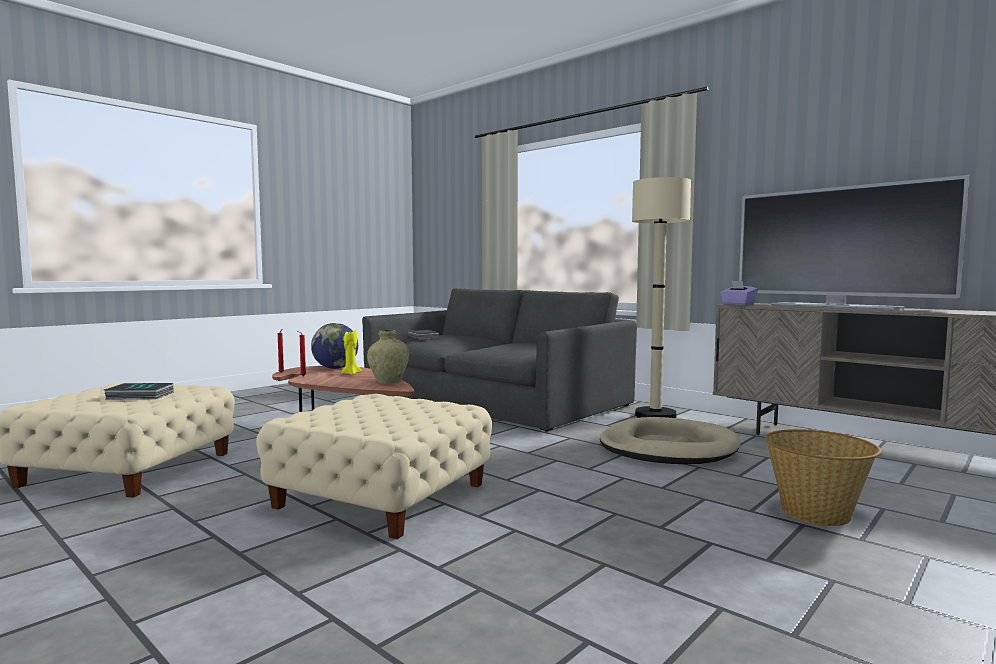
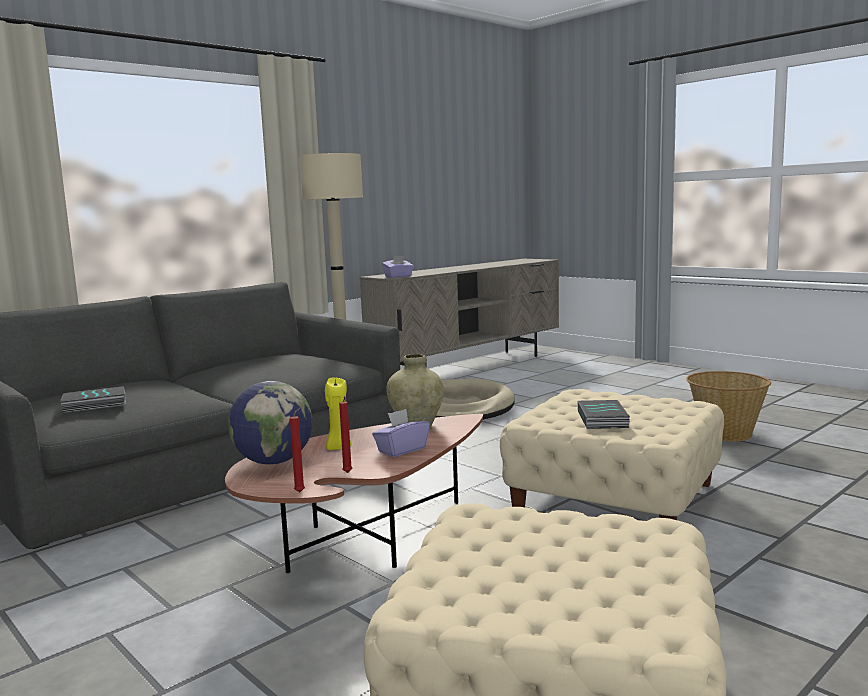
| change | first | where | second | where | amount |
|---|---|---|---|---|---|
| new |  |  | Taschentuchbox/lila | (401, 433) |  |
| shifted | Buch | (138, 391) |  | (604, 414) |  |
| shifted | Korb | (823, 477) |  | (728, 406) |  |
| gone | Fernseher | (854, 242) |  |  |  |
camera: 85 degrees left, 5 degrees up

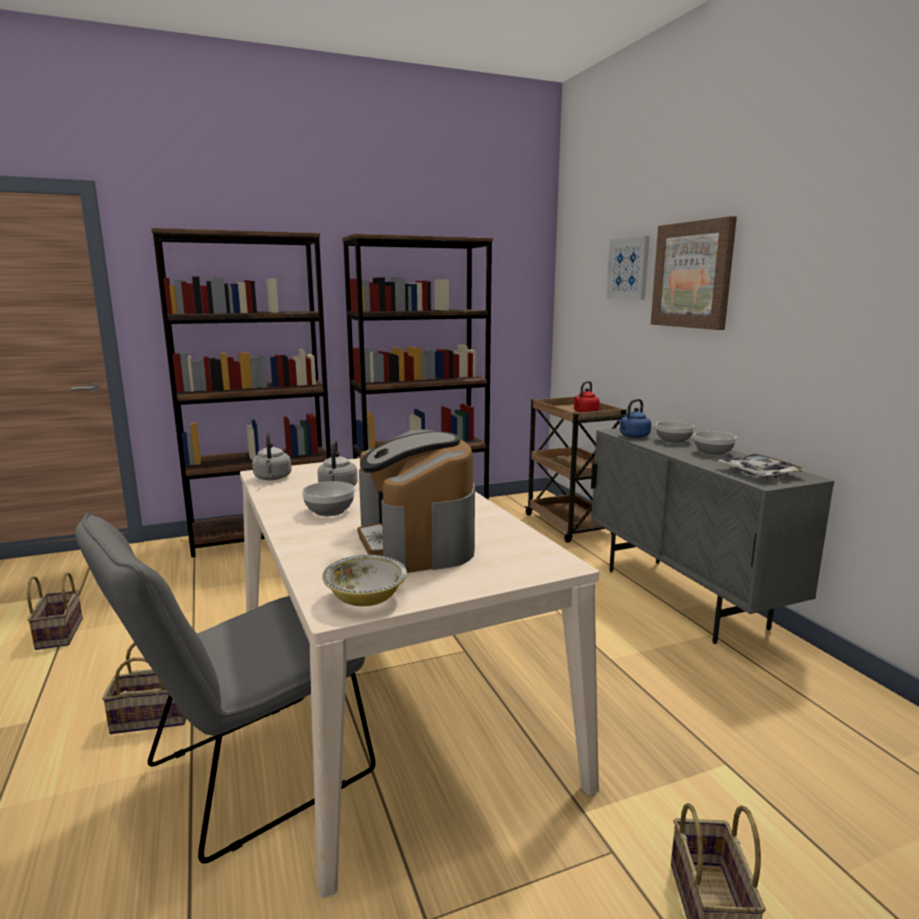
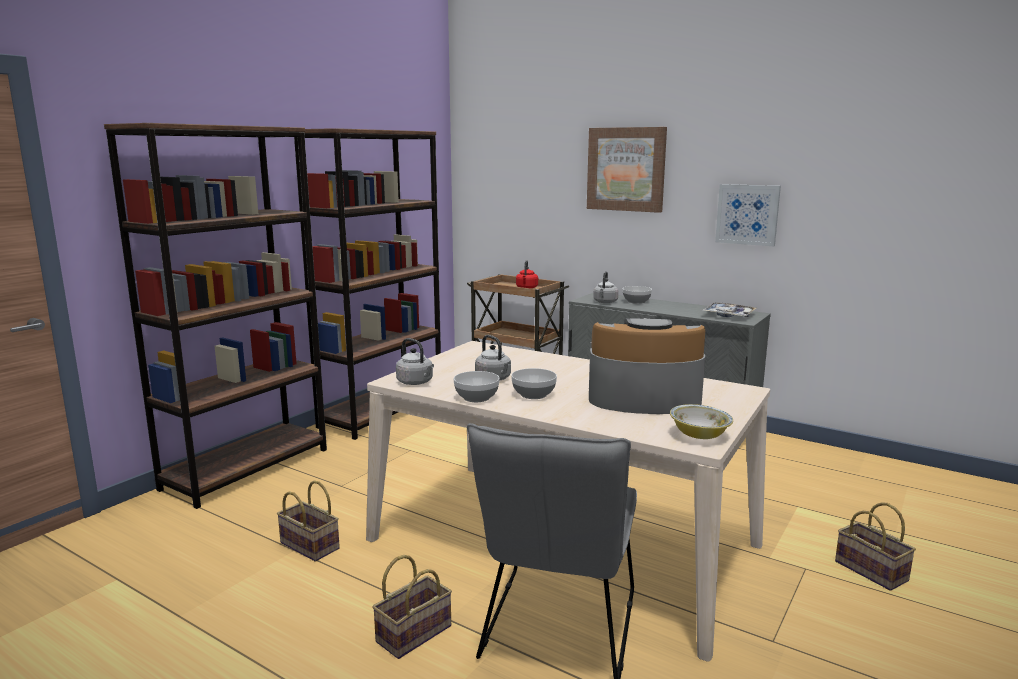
| change | first | where | second | where | amount |
|---|---|---|---|---|---|
| shifted | Korb | (55, 611) |  | (308, 521) |  |
| shifted | Schüssel | (715, 443) |  | (476, 386) |  |
| rotated | Kaffeemaschine | (416, 501) |  | (647, 366) | 150 degrees clockwise |
| repainted | Wasserkessel/blau | (634, 418) | Wasserkessel/grau | (605, 287) |  |
| shifted | Bild | (628, 268) |  | (748, 215) |  |
camera: 35 degrees left, 0 degrees up

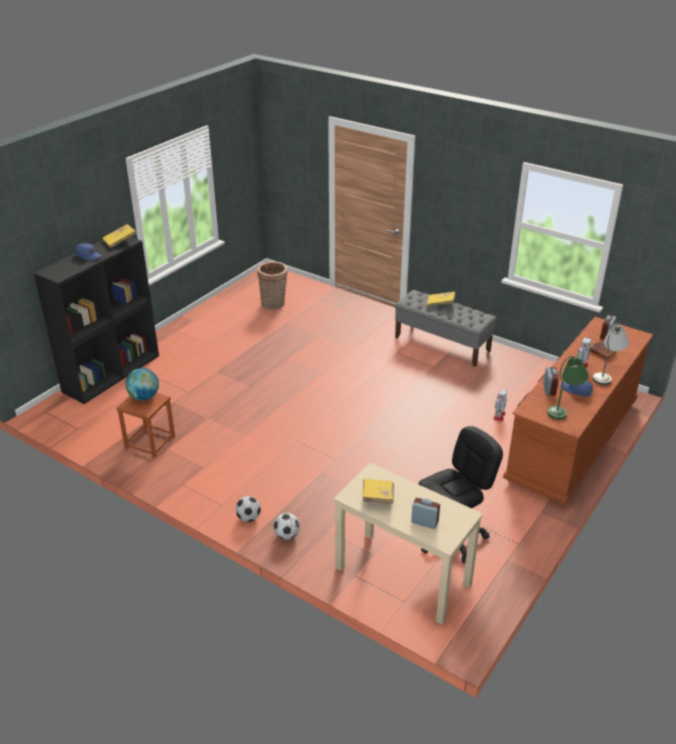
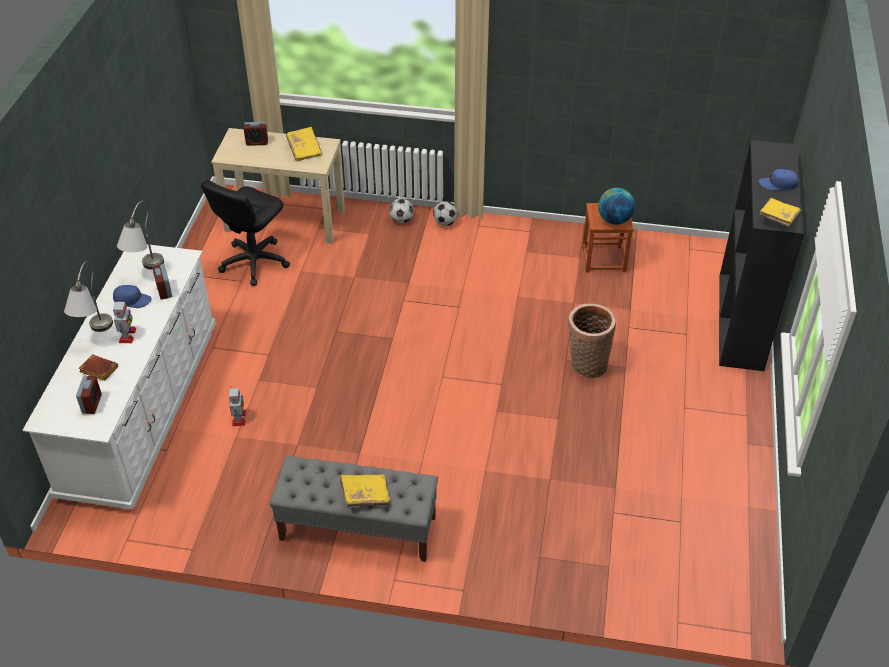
| change | first | where | second | where | amount |
|---|---|---|---|---|---|
| repainted | Kommode/braun | (578, 411) | Kommode/weiß | (119, 376) |  |
| repainted | Tischlampe/grün | (568, 388) | Tischlampe/grau | (140, 235) |  |
| shifted | Korb | (272, 285) |  | (592, 340) |  |
camera: 155 degrees right, 10 degrees up

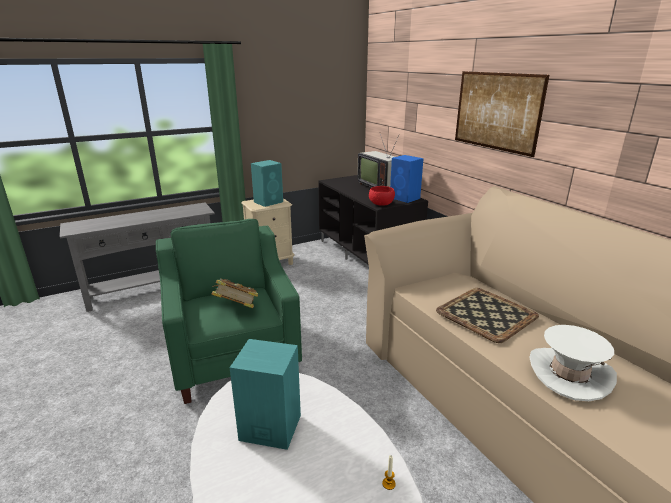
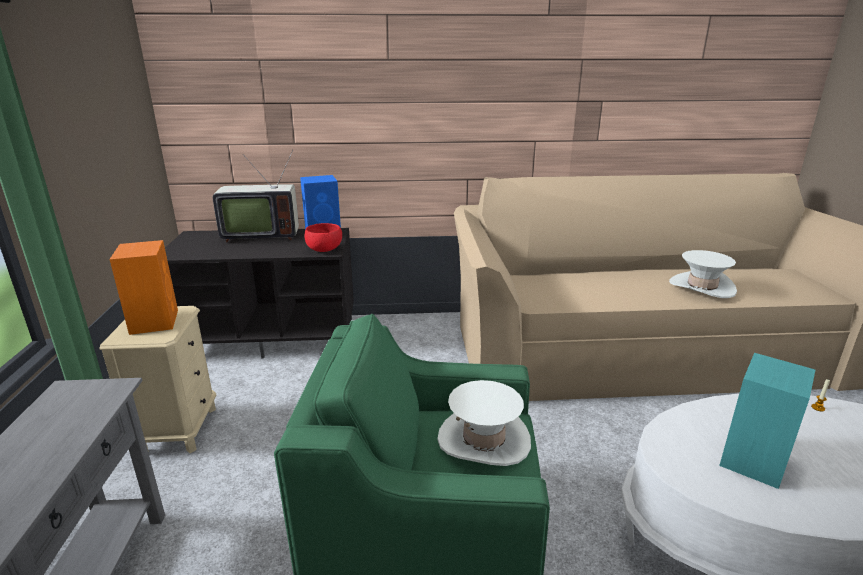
| change | first | where | second | where | amount |
|---|---|---|---|---|---|
| repainted | Lautsprecher/türkis | (267, 183) | Lautsprecher/orange | (144, 287) |  |
| swapped | Buch | (235, 293) | Hut/weiß | (484, 423) |  |
| gone | Tablett | (487, 315) |  |  |  |
| gone | Bild | (502, 114) |  |  |  |
camera: 65 degrees left, 0 degrees up

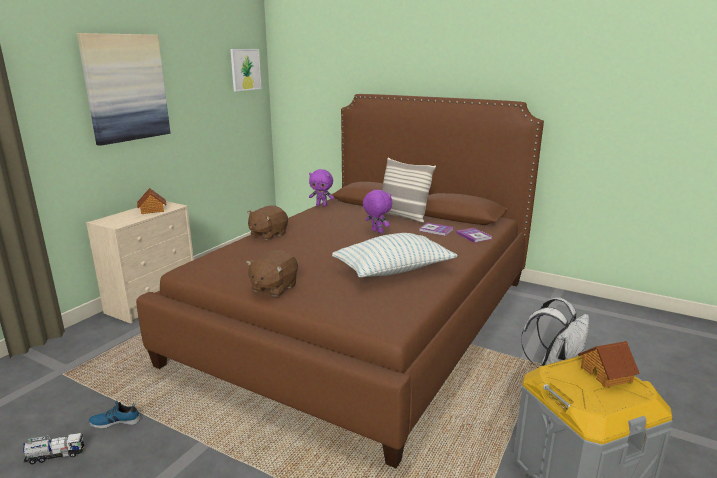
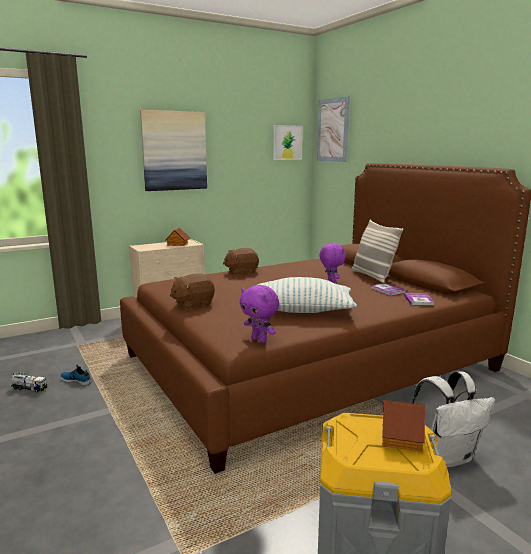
| change | first | where | second | where | amount |
|---|---|---|---|---|---|
| shifted | Plüschtier/lila | (321, 188) |  | (259, 314) |  |
| new |  |  | Bild | (333, 129) |  |
camera: 30 degrees right, 5 degrees down

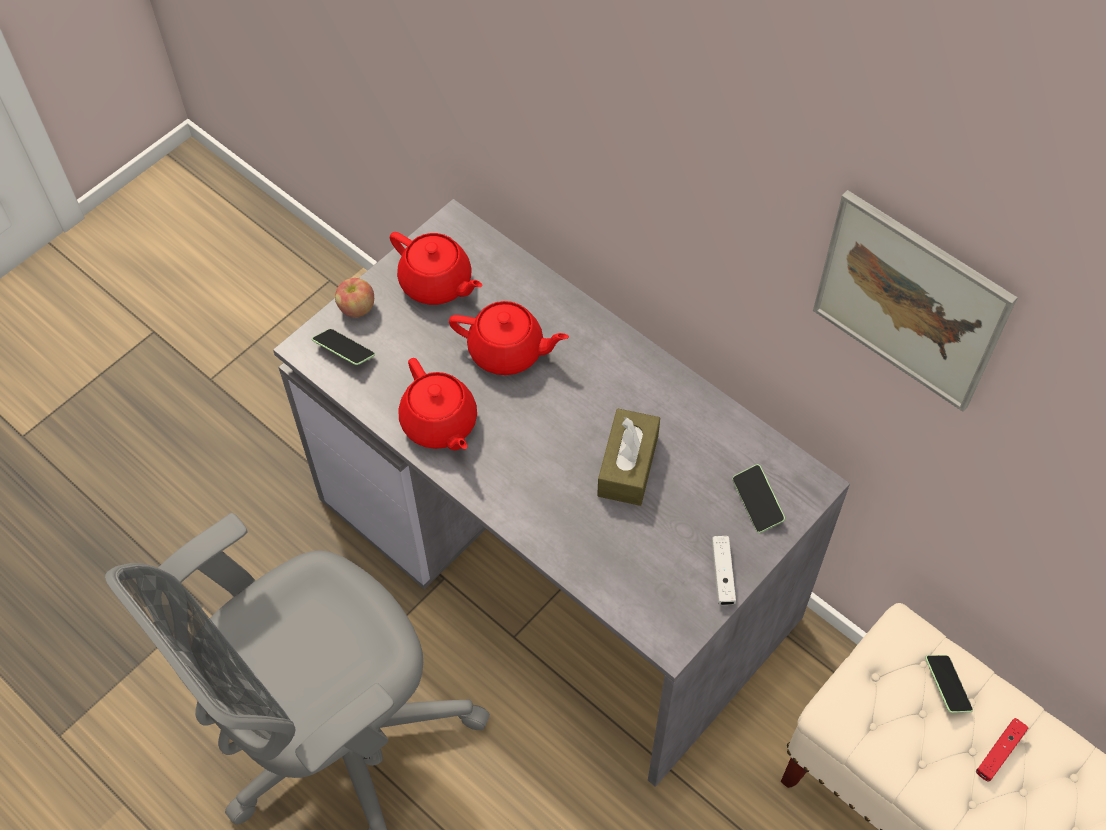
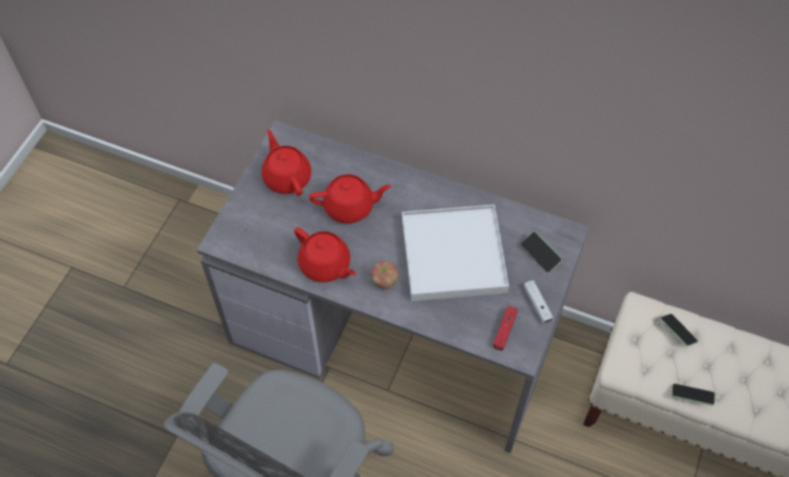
| change | first | where | second | where | amount |
|---|---|---|---|---|---|
| rotated | Teekanne/rot | (436, 268) |  | (286, 162) | 135 degrees counterclockwise |
| shifted | Apfel | (354, 297) |  | (384, 275) |  |
| swapped | Taschentuchbox/braun | (628, 457) | Tablett/weiß | (455, 253) |  |
| shifted | Gamepad/rot | (1002, 750) |  | (505, 328) |  |
| shifted | Handy | (343, 347) |  | (693, 395) |  |
| gone | Bild | (915, 301) |  |  |  |
camera: 20 degrees left, 0 degrees up

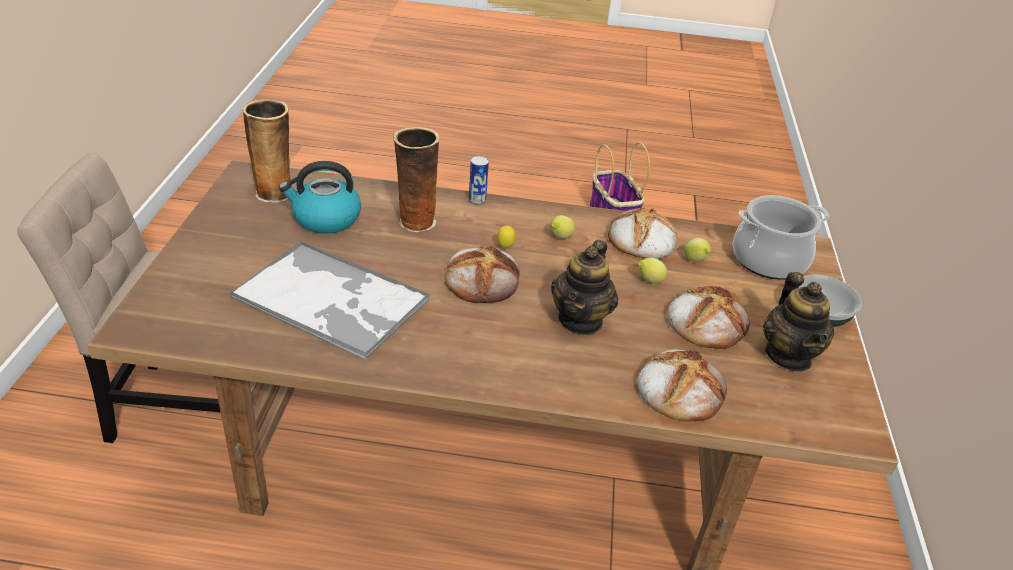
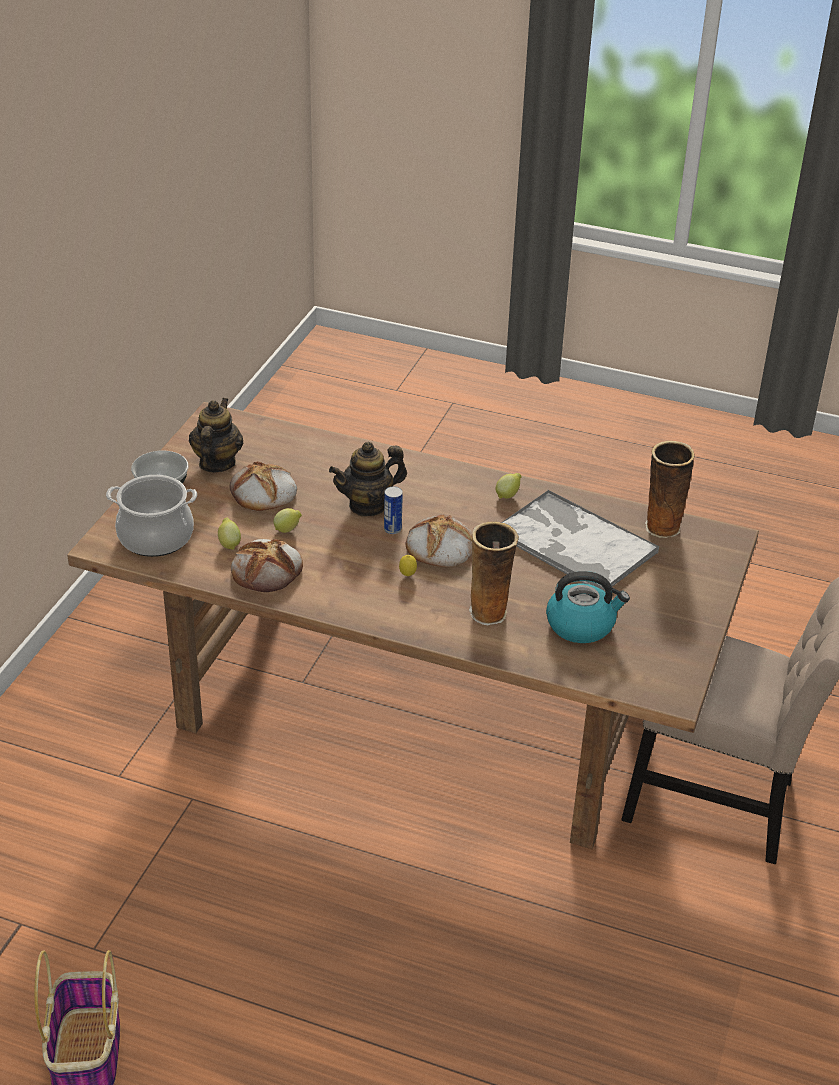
| change | first | where | second | where | amount |
|---|---|---|---|---|---|
| rotated | Teekanne | (584, 287) |  | (368, 479) | 150 degrees counterclockwise |
| shifted | Dose | (479, 180) |  | (393, 510) |  |
| shifted | Zitrone | (562, 227) |  | (509, 486) |  |
| shifted | Vase | (266, 151) |  | (669, 489) |  |
| gone | Brot | (682, 385) |  |  |  |
camera: 165 degrees left, 0 degrees up

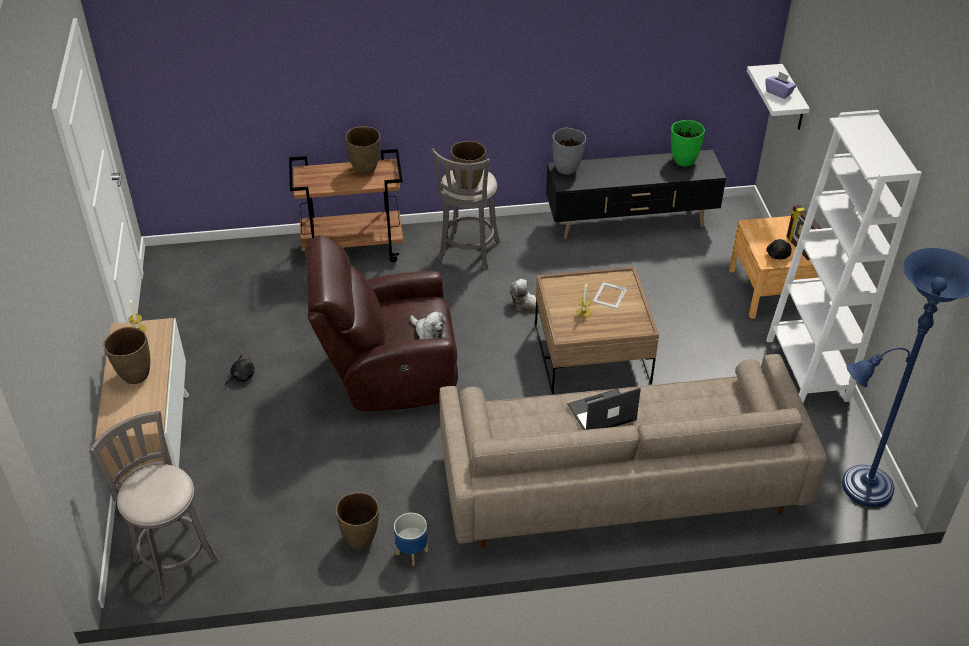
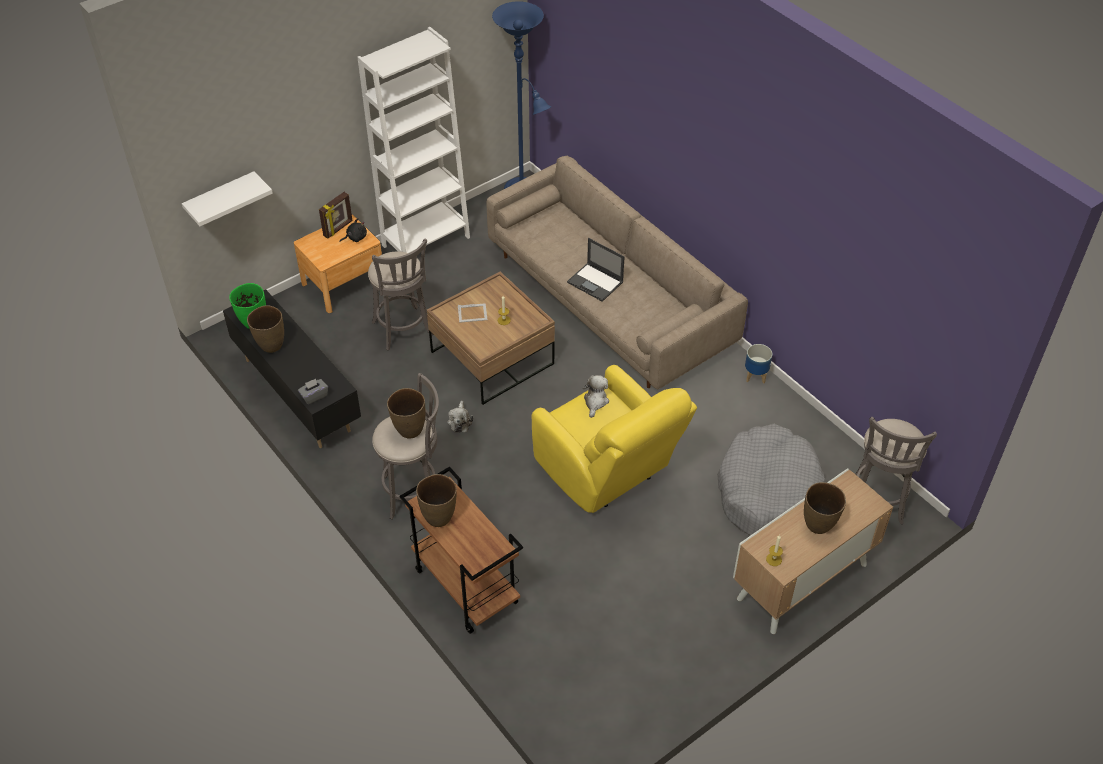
| change | first | where | second | where | amount |
|---|---|---|---|---|---|
| shifted | Vase/braun | (357, 520) |  | (265, 329) |  |
| swapped | Vase/grau | (569, 151) | Taschentuchbox/grau | (313, 391) |  |
| new |  |  | Hocker/grau | (400, 294) |  |
| repainted | Sessel/braun | (381, 323) | Sessel/gelb | (614, 439) |  |
| new |  |  | Hundebett/grau | (771, 480) |  |
| gone | Plüschtier/schwarz | (240, 370) |  |  |  |
| gone | Taschentuchbox/lila | (780, 85) |  |  |  |
camera: 120 degrees left, 5 degrees up

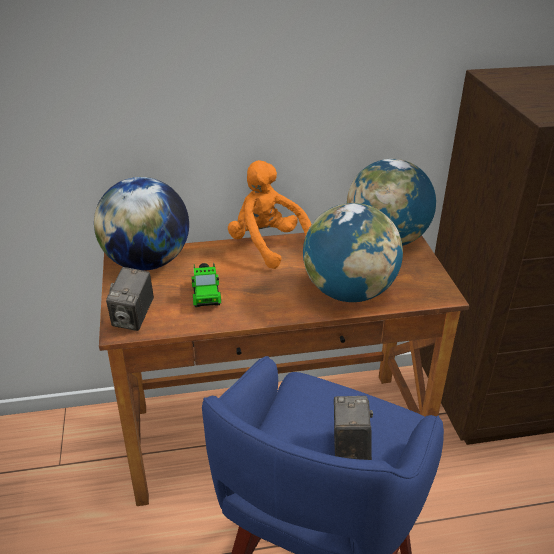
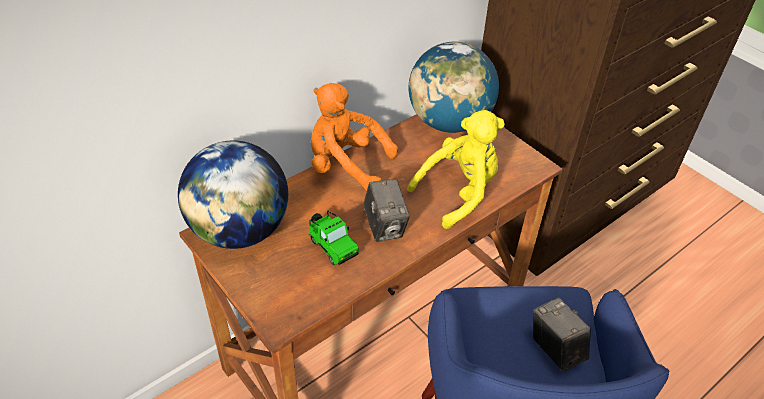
| change | first | where | second | where | amount |
|---|---|---|---|---|---|
| shifted | Kamera | (130, 299) |  | (386, 210) |  |
| swapped | Globus | (353, 252) | Plüschtier/gelb | (456, 169) |  |
camera: 30 degrees left, 10 degrees up

